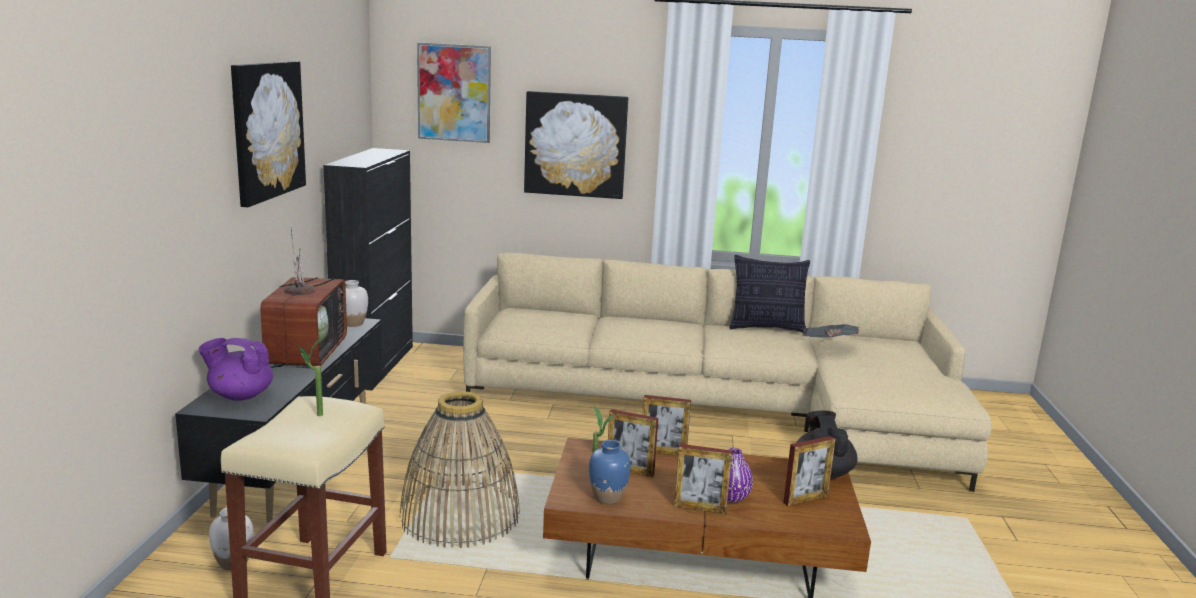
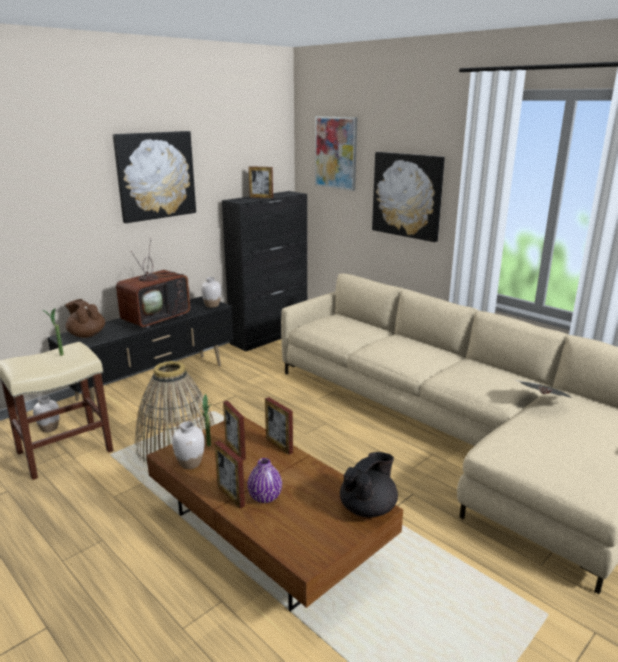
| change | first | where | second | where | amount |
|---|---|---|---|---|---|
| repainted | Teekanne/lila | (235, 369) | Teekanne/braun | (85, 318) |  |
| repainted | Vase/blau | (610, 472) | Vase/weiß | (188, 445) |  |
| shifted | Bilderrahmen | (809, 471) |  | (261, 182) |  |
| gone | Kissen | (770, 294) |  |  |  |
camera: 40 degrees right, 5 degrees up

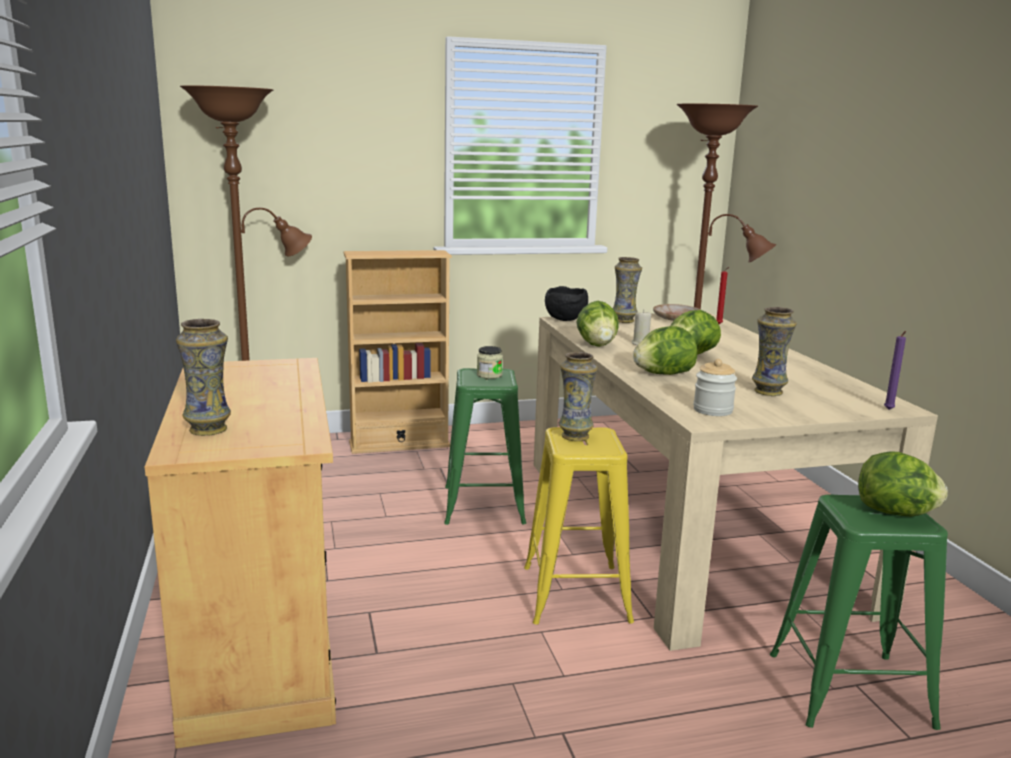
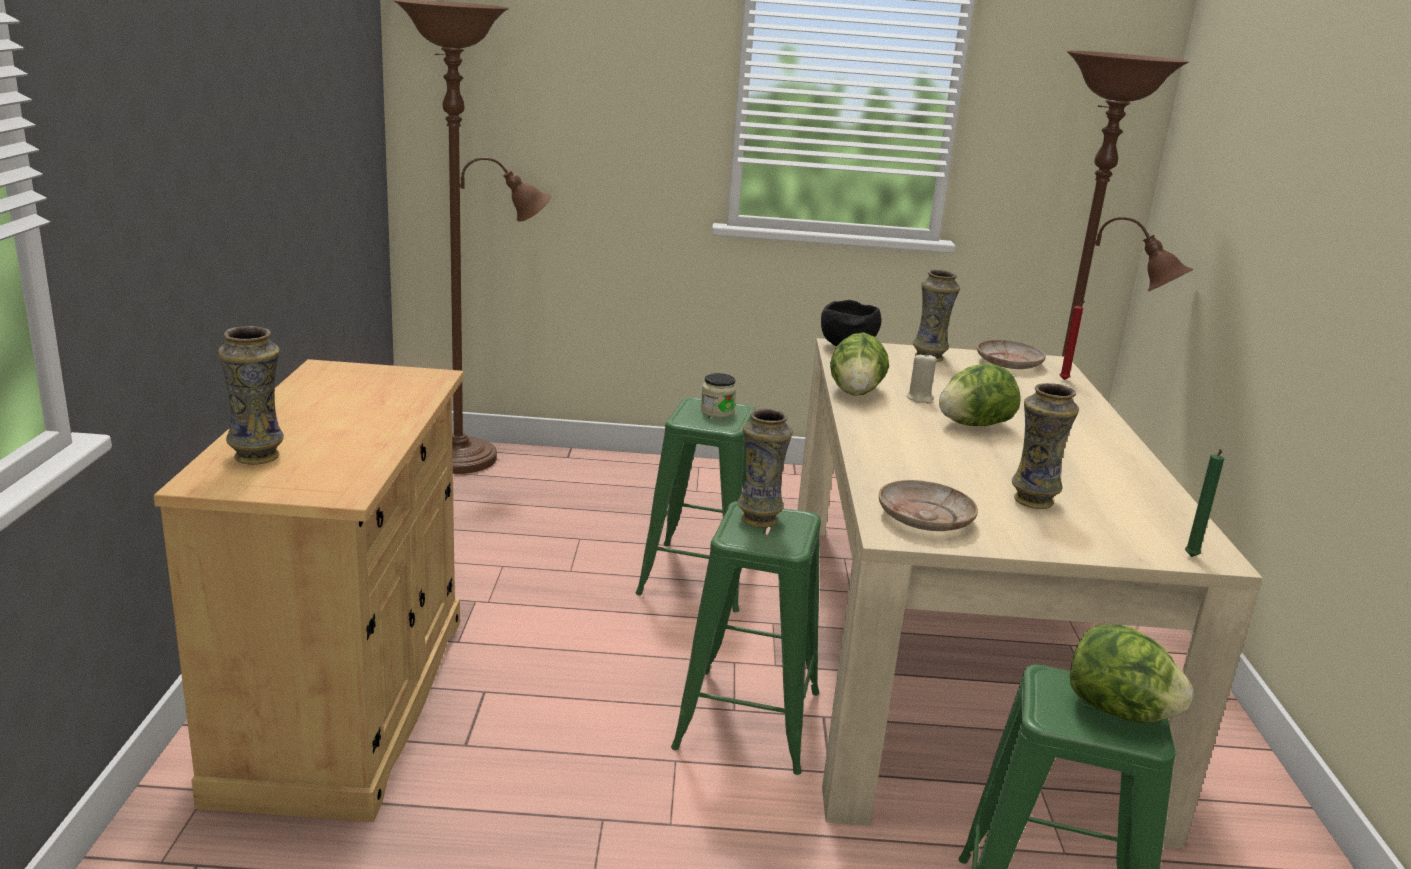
| change | first | where | second | where | amount |
|---|---|---|---|---|---|
| repainted | Hocker/gelb | (579, 526) | Hocker/grün | (746, 638) |  |
| swapped | Vorratsglas | (715, 387) | Teller/beige | (928, 505) |  |
| repainted | Kerze/lila | (895, 370) | Kerze/grün | (1204, 503) |  |
| gone | Bücherregal/beige | (398, 352) |  |  |  |
| gone | Salatkopf | (665, 350) |  |  |  |
camera: 15 degrees right, 5 degrees up

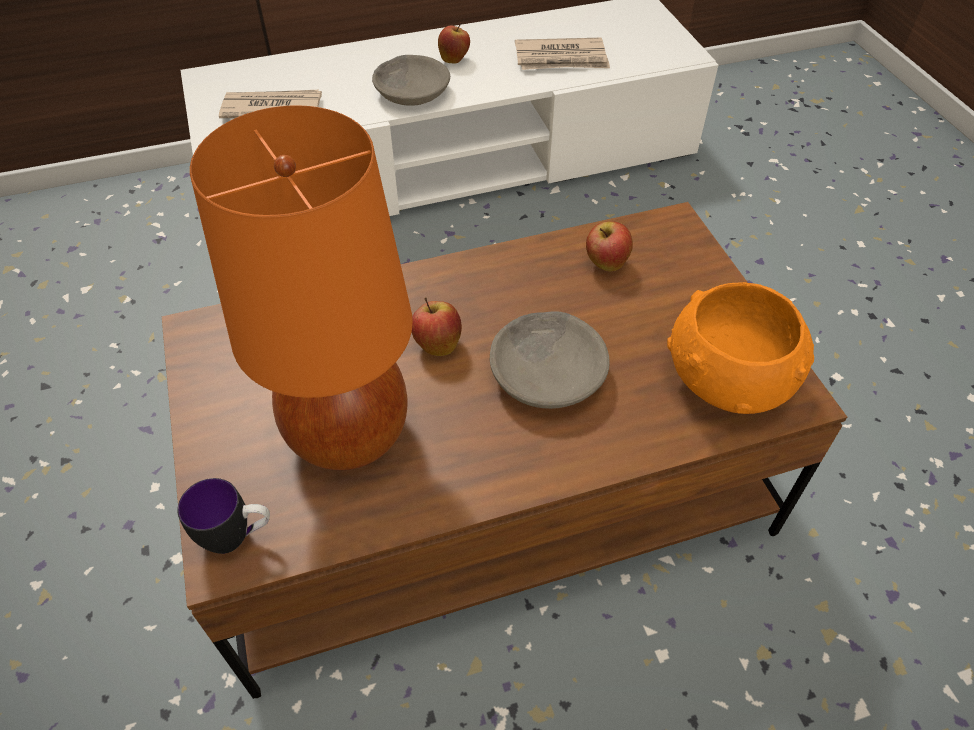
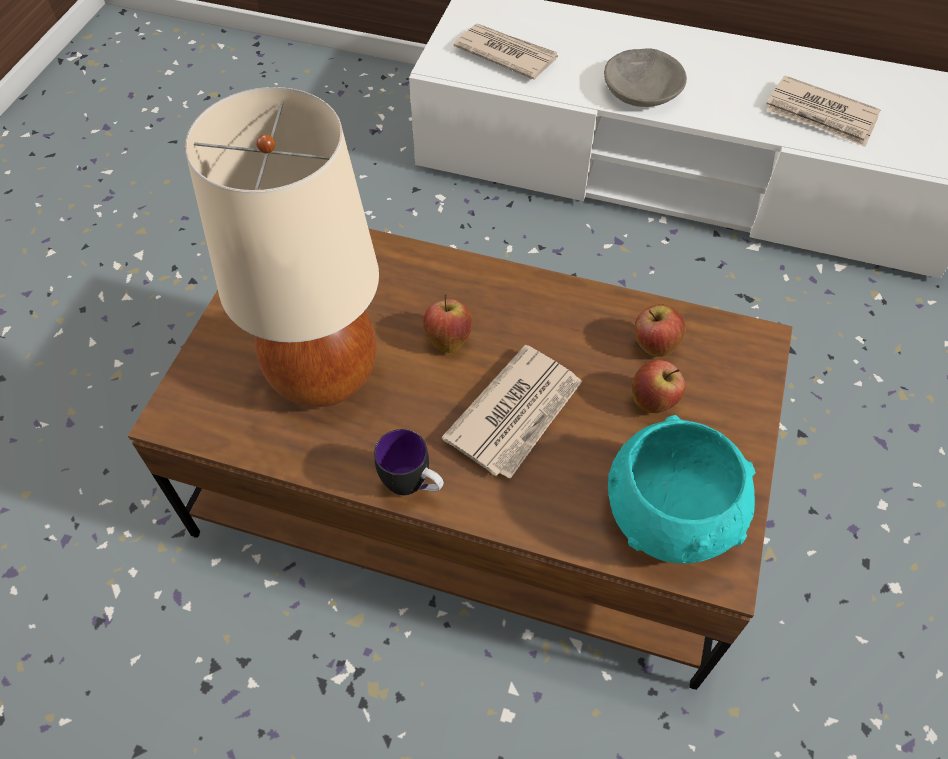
| change | first | where | second | where | amount |
|---|---|---|---|---|---|
| repainted | Tischlampe/orange | (301, 287) | Tischlampe/beige | (282, 247) |  |
| shifted | Henkelbecher | (223, 516) |  | (409, 462) |  |
| swapped | Schüssel/grau | (550, 360) | Zeitung | (512, 412) |  |
| repainted | Schüssel/orange | (740, 348) | Schüssel/türkis | (682, 489) |  |
| shifted | Apfel | (454, 42) |  | (658, 386) |  |
camera: 35 degrees right, 5 degrees up

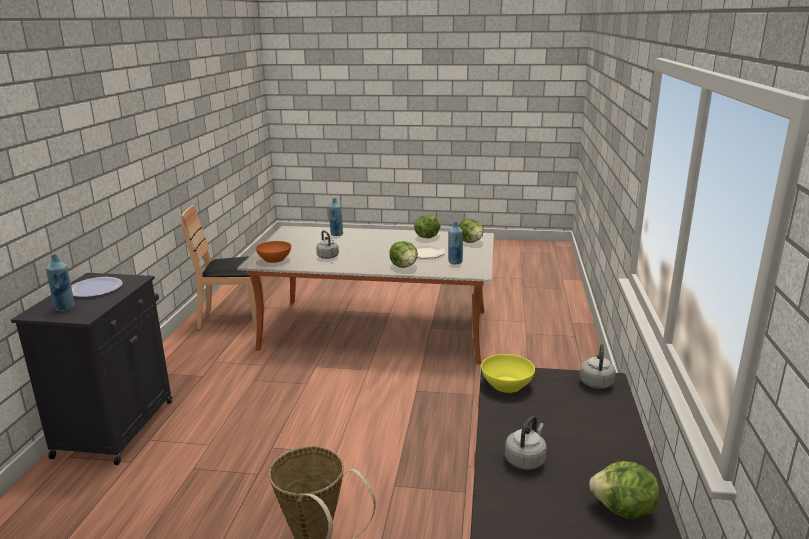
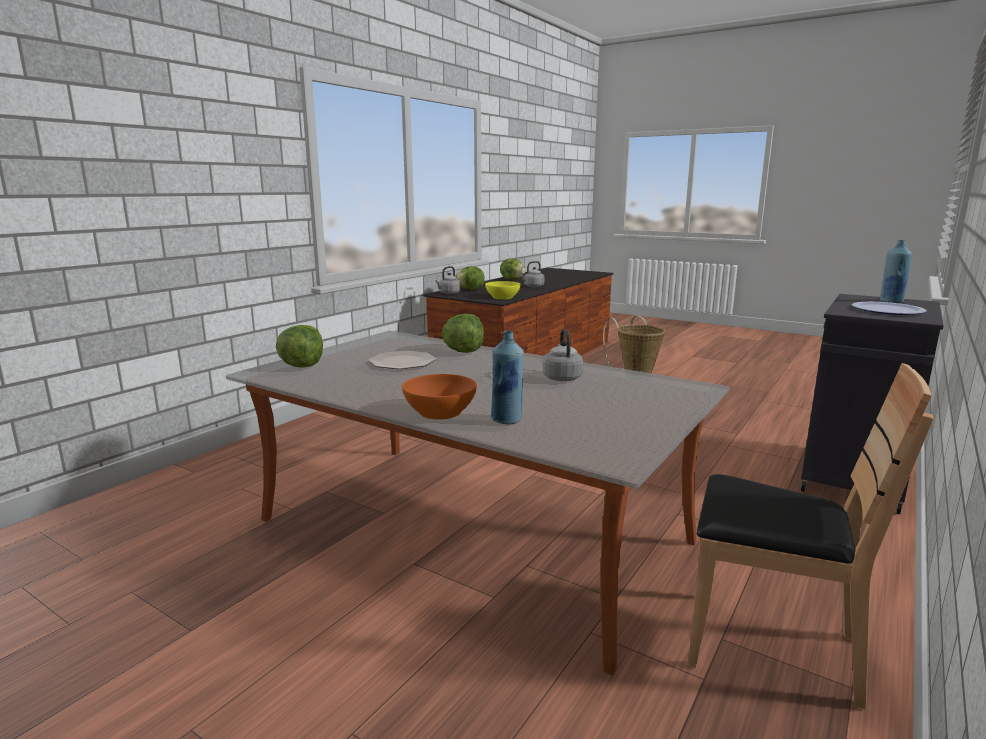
| change | first | where | second | where | amount |
|---|---|---|---|---|---|
| shifted | Schüssel/orange | (273, 252) |  | (439, 397) |  |
| shifted | Salatkopf | (427, 227) |  | (470, 278) |  |
| gone | Flasche/blau | (455, 243) |  |  |  |
camera: 155 degrees left, 5 degrees down

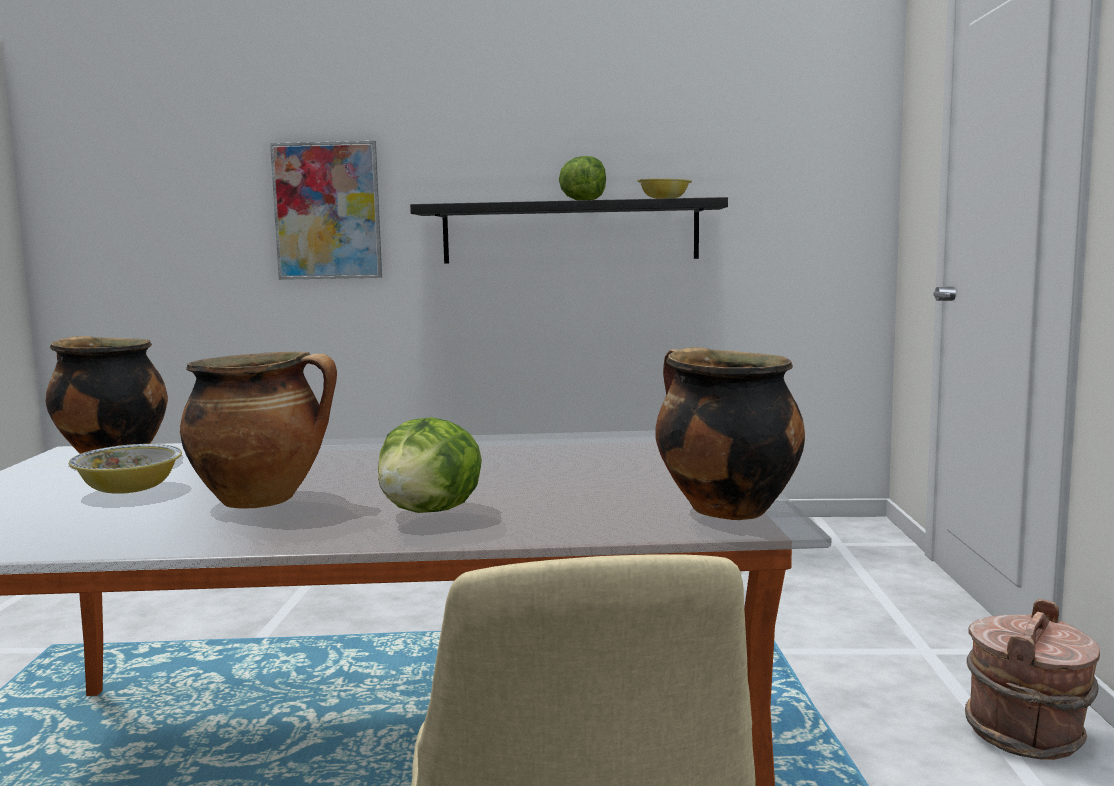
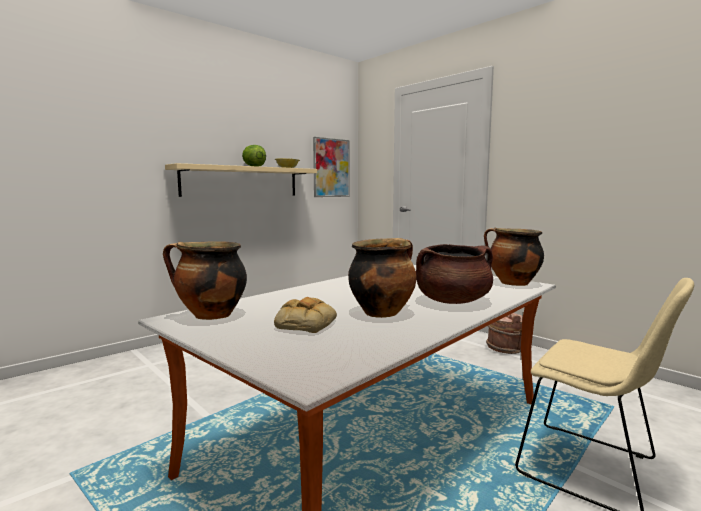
| change | first | where | second | where | amount |
|---|---|---|---|---|---|
| repainted | Wandregal/schwarz | (569, 230) | Wandregal/beige | (241, 180) |  |
| swapped | Schüssel | (125, 469) | Brot | (305, 315) |  |
| shifted | Bild | (326, 210) |  | (331, 167) |  |
| swapped | Salatkopf | (430, 465) | Kochtopf/braun | (454, 274) |  |
camera: 45 degrees left, 0 degrees up

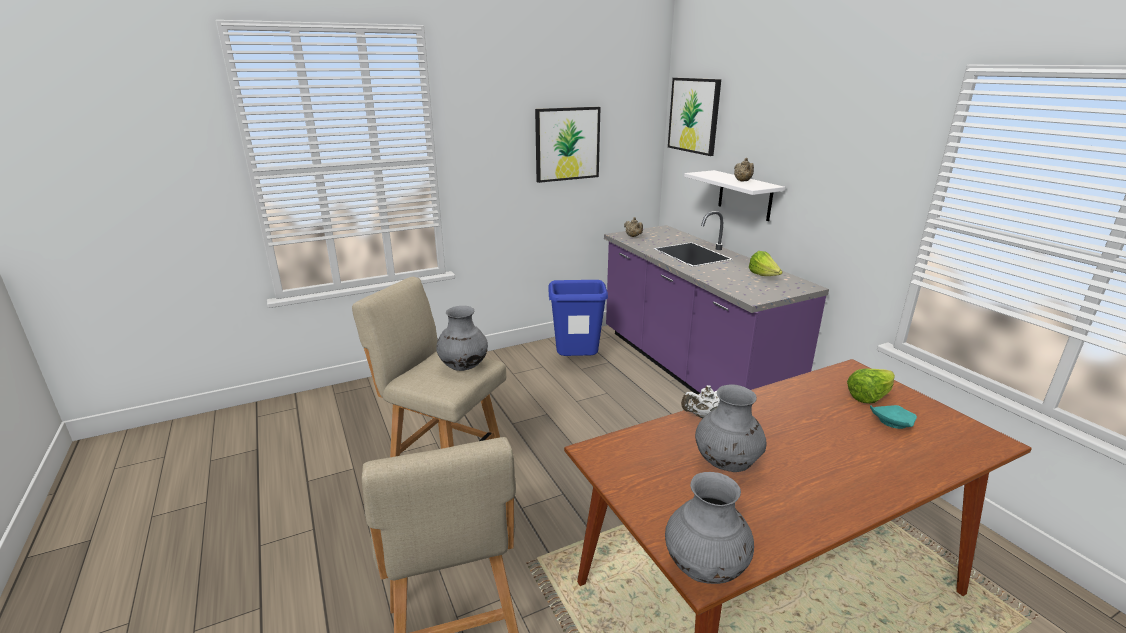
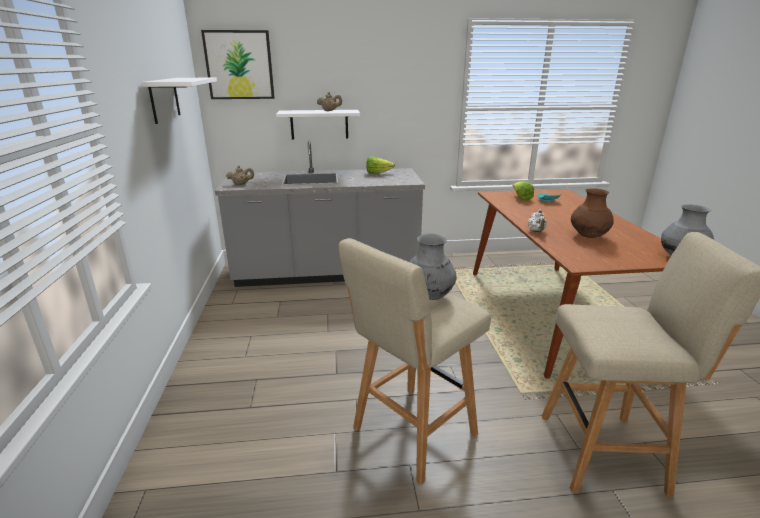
| change | first | where | second | where | amount |
|---|---|---|---|---|---|
| swapped | Bild | (567, 145) | Wandregal/weiß | (179, 101) |  |
| repainted | Küchenzeile/lila | (716, 302) | Küchenzeile/grau | (320, 214) |  |
| repainted | Vase/grau | (731, 428) | Vase/braun | (592, 213) |  |
| gone | Mülleimer/blau | (578, 318) |  |  |  |
camera: 70 degrees left, 0 degrees up

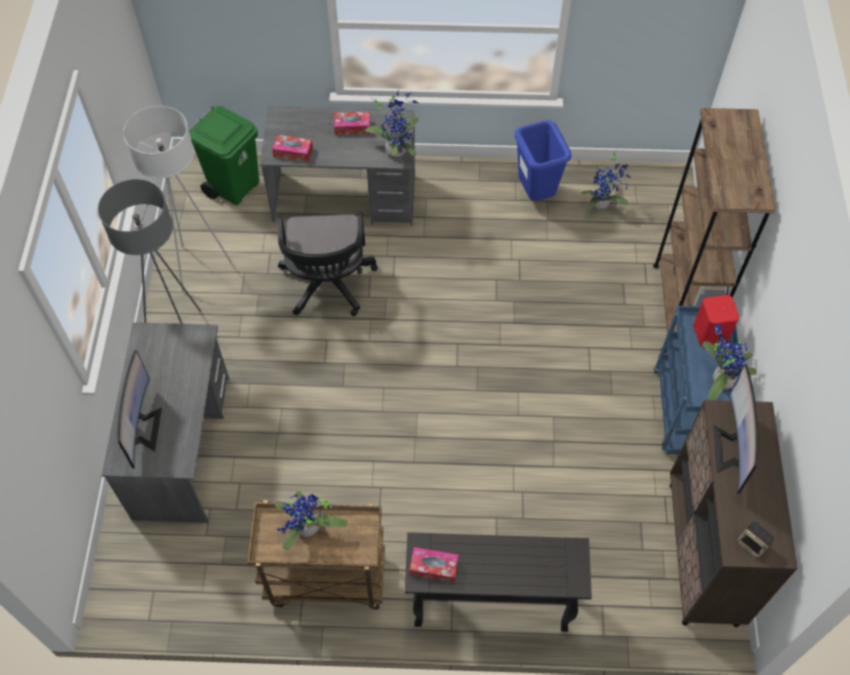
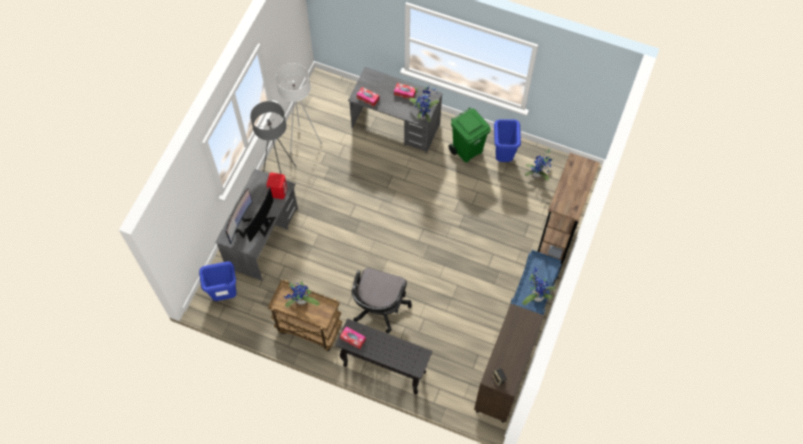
| change | first | where | second | where | amount |
|---|---|---|---|---|---|
| new |  |  | Mülleimer/blau | (218, 281) |  |
| shifted | Monitor | (736, 429) |  | (260, 213) |  |
| shifted | Lautsprecher/rot | (716, 321) |  | (277, 186) |  |
| shifted | Bürostuhl/schwarz | (327, 264) |  | (381, 300) |  |
| shifted | Mülleimer/grün | (223, 155) |  | (469, 135) |  |
camera: 20 degrees right, 5 degrees up

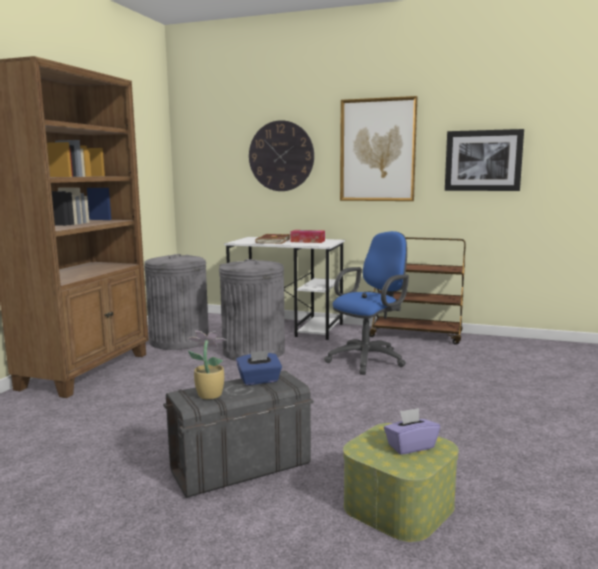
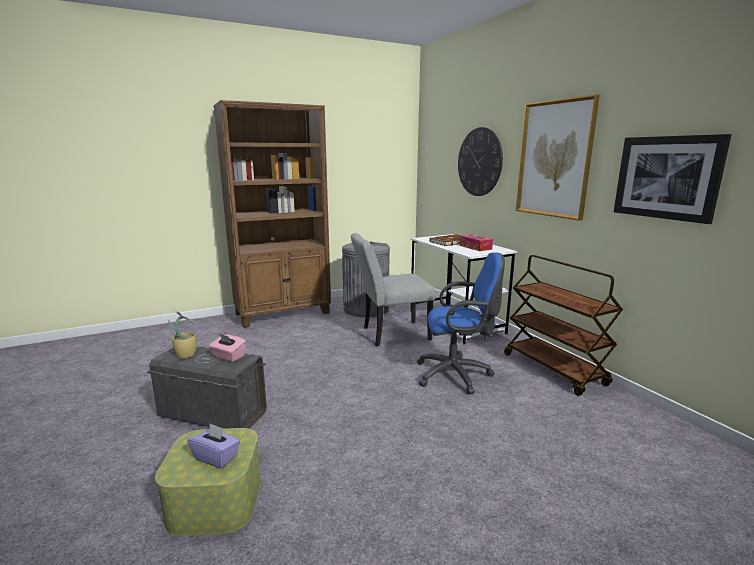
| change | first | where | second | where | amount |
|---|---|---|---|---|---|
| repainted | Taschentuchbox/blau | (259, 367) | Taschentuchbox/rosa | (228, 348) |  |
| swapped | Mülleimer/grau | (252, 310) | Stuhl/grau | (393, 289) |  |
camera: 45 degrees right, 5 degrees up

